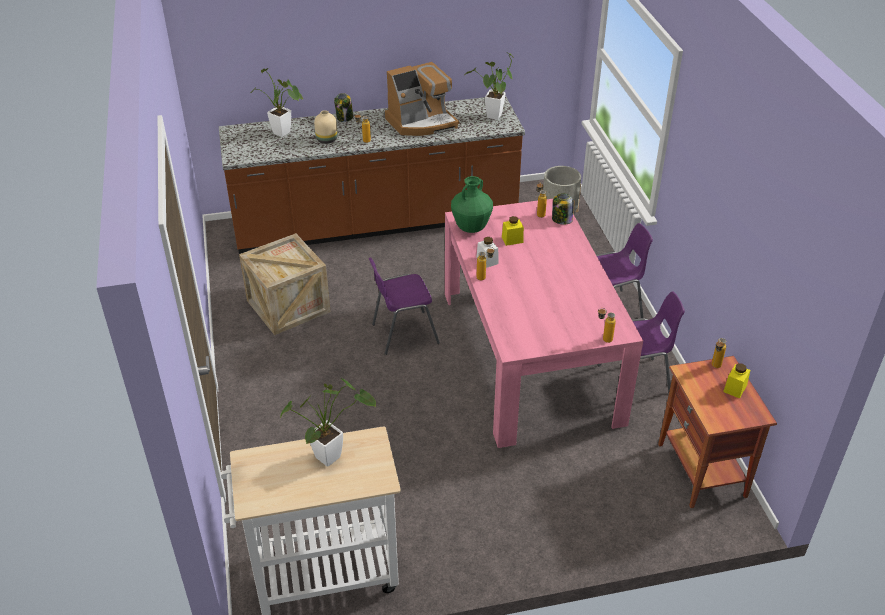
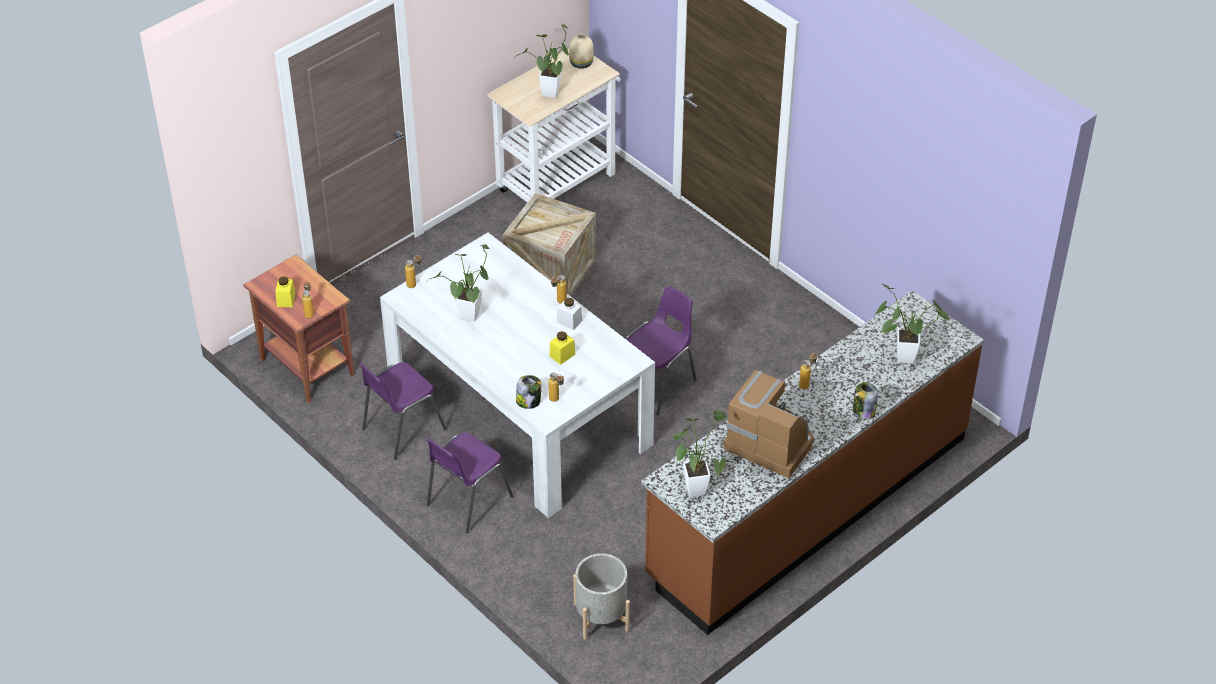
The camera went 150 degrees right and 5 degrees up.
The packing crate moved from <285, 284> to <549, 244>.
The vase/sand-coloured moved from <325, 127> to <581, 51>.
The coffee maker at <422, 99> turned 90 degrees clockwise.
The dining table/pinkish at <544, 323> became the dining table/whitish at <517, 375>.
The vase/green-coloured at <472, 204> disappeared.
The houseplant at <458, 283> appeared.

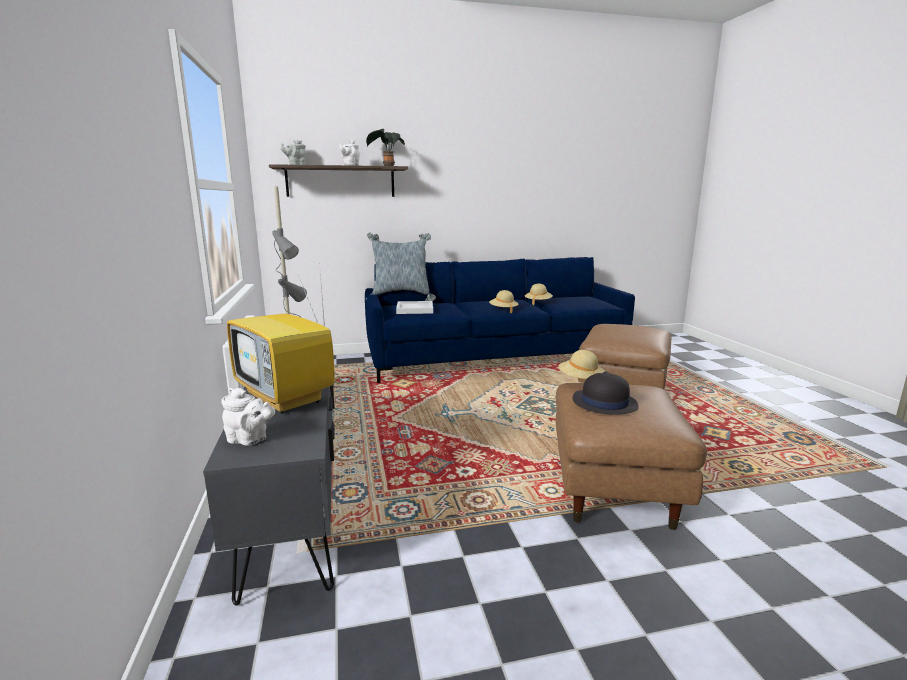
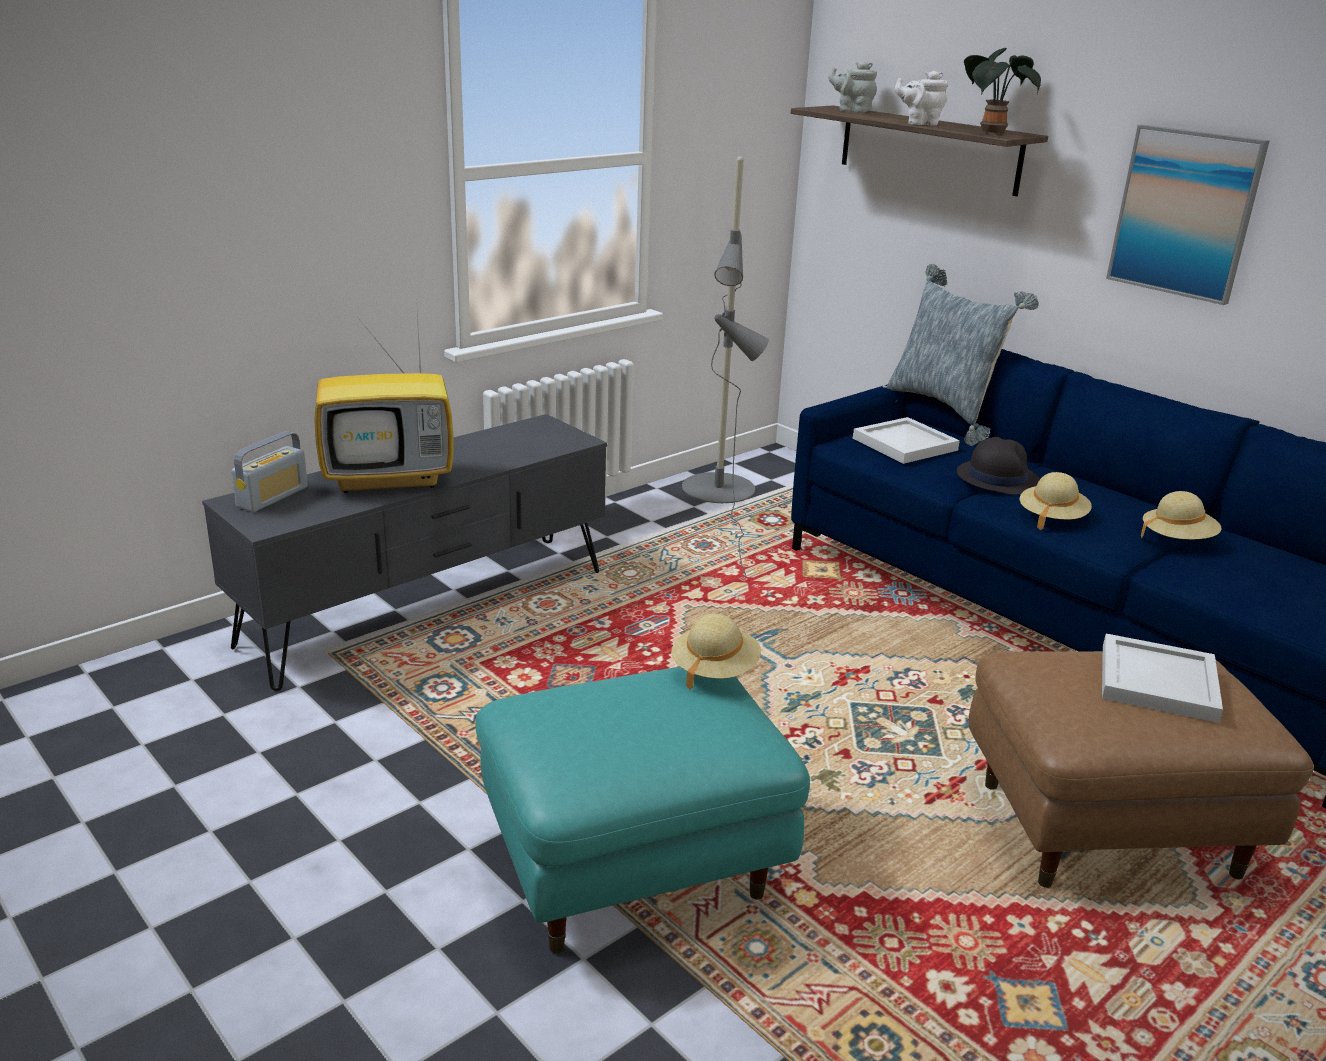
The camera went 60 degrees right and 10 degrees up.
The teapot/whitish at <248, 417> was replaced by the radio set at <269, 471>.
The TV set at <281, 344> turned 120 degrees counterclockwise.
The ottoman/brown at <631, 456> became the ottoman/turquoise-coloured at <643, 810>.
The clothing hat/blackish moved from <606, 393> to <998, 466>.
The tray/whitish at <1162, 678> appeared.
The wall picture at <1188, 214> appeared.

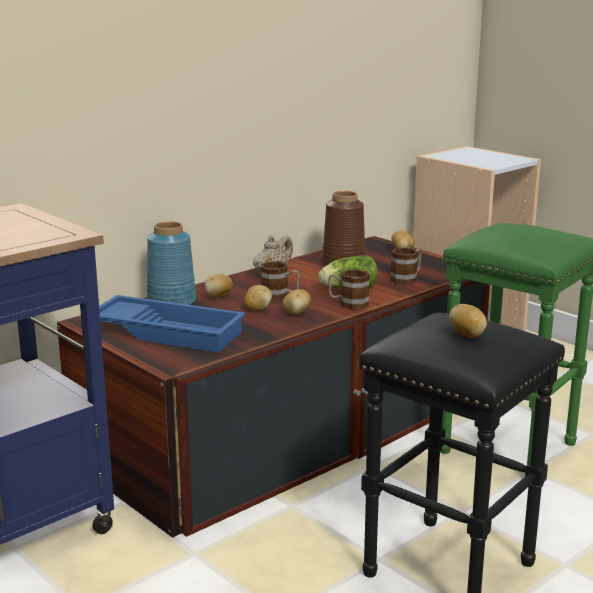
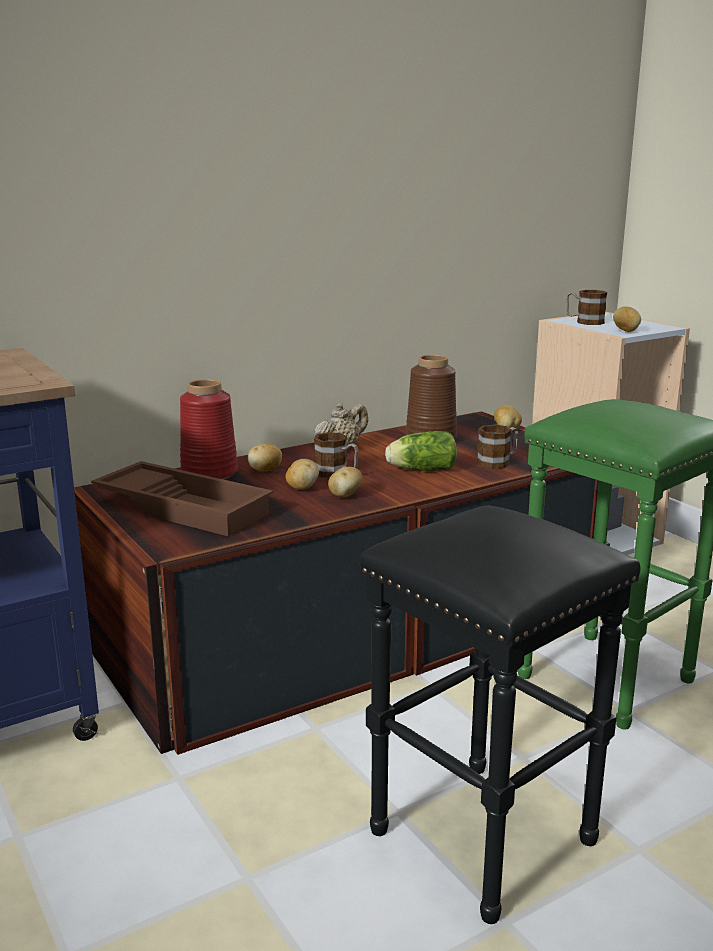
The camera went 10 degrees right and 0 degrees up.
The tray/bluish at <172, 323> became the tray/brown at <182, 498>.
The vase/bluish at <171, 263> became the vase/reddish at <209, 429>.
The tea mug moved from <349, 289> to <586, 307>.
The spud moved from <468, 321> to <627, 319>.

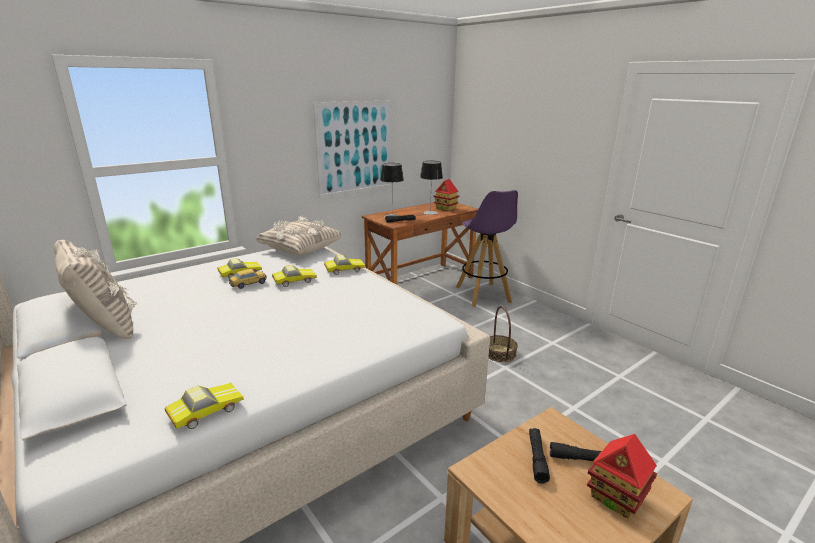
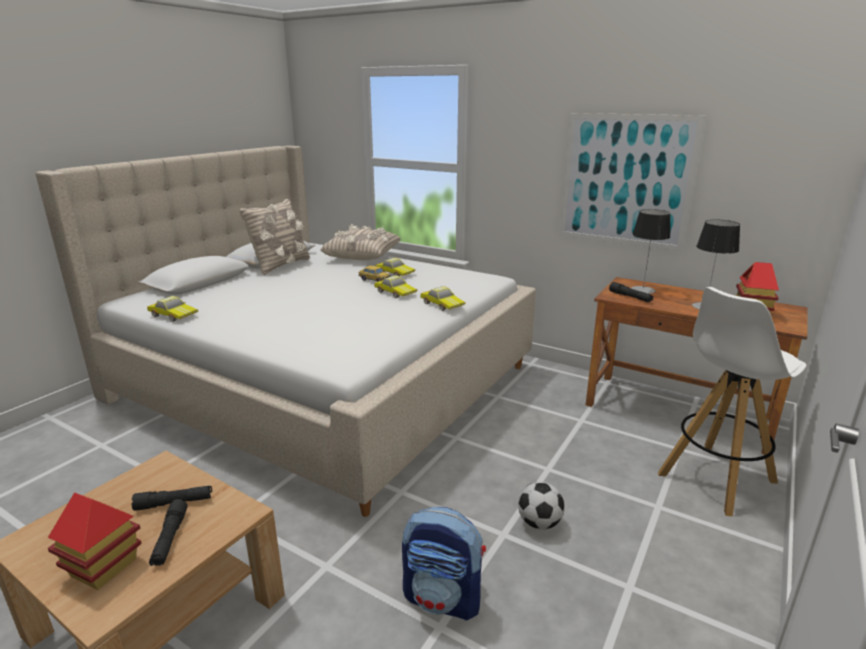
The camera went 70 degrees right and 0 degrees up.
The pillow/sand-coloured moved from <299, 236> to <360, 242>.
The stool/purplish at <487, 248> became the stool/whitish at <732, 402>.
The household basket at <503, 334> was replaced by the football at <541, 505>.
The knapsack at <444, 563> appeared.

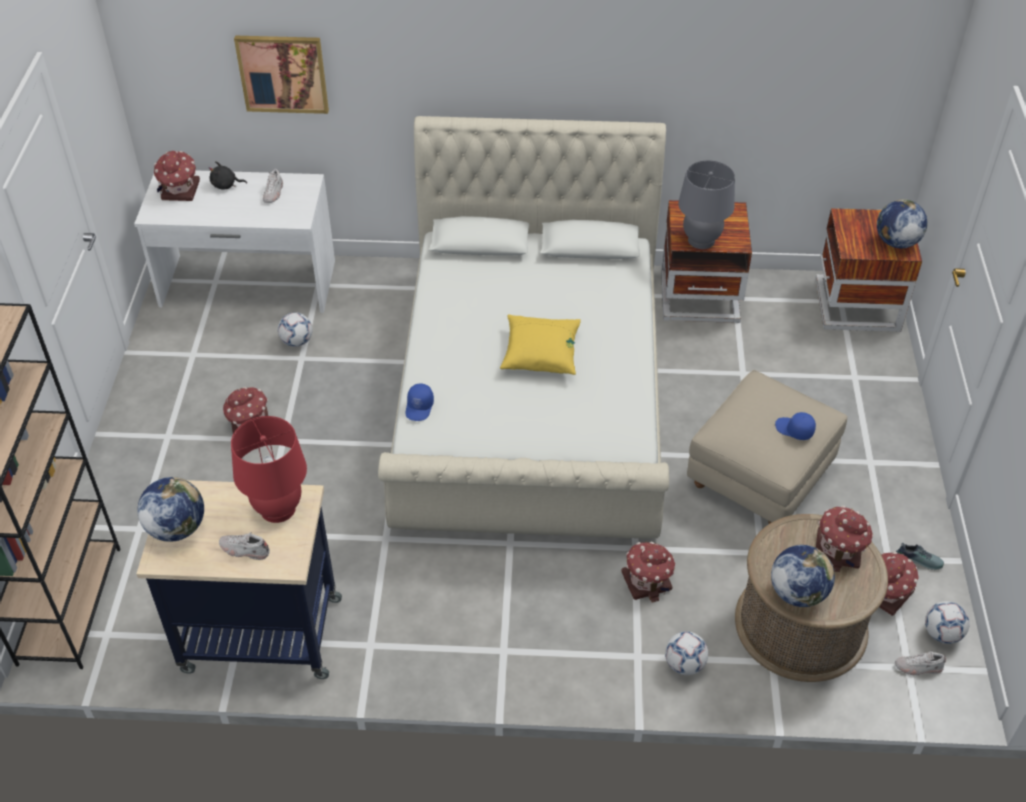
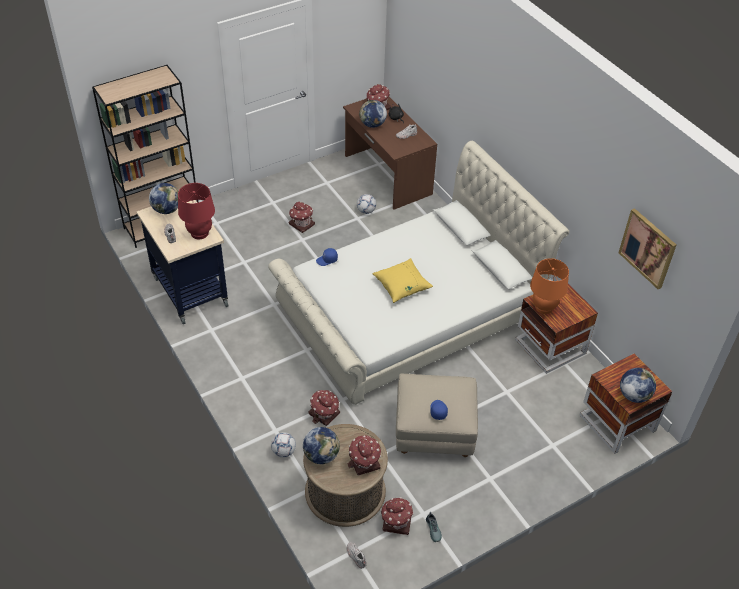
The camera went 55 degrees right and 0 degrees up.
The desk table/whitish at <234, 241> became the desk table/brown at <390, 153>.
The wall picture moved from <281, 75> to <647, 248>.
The tabletop lamp/grey at <706, 204> became the tabletop lamp/orangey at <549, 286>.
The football at <947, 622> disappeared.
The world globe at <373, 114> appeared.

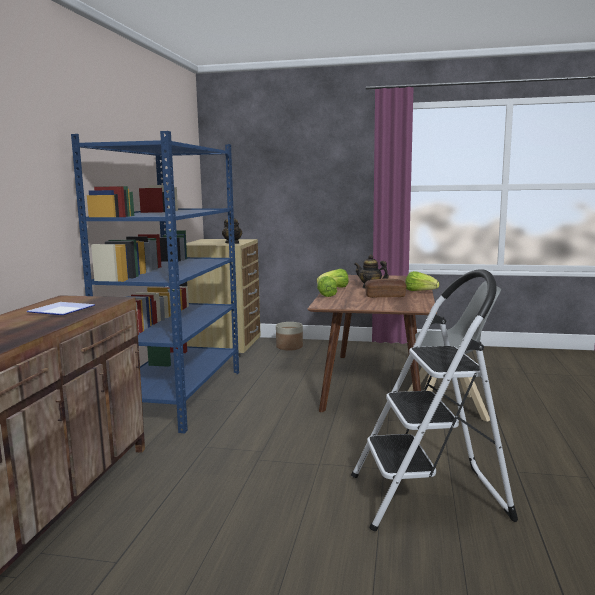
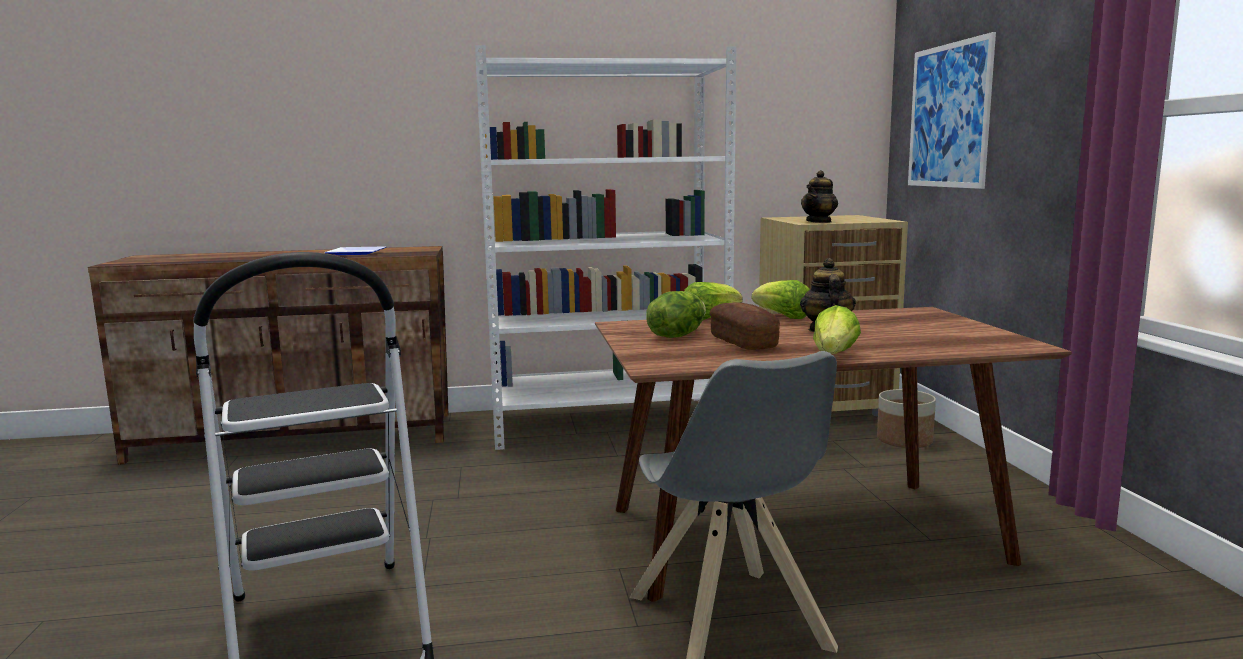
The camera went 70 degrees right and 0 degrees up.
The bookcase/bluish at <155, 282> became the bookcase/whitish at <605, 247>.
The lettuce at <676, 314> appeared.
The wall picture at <952, 110> appeared.

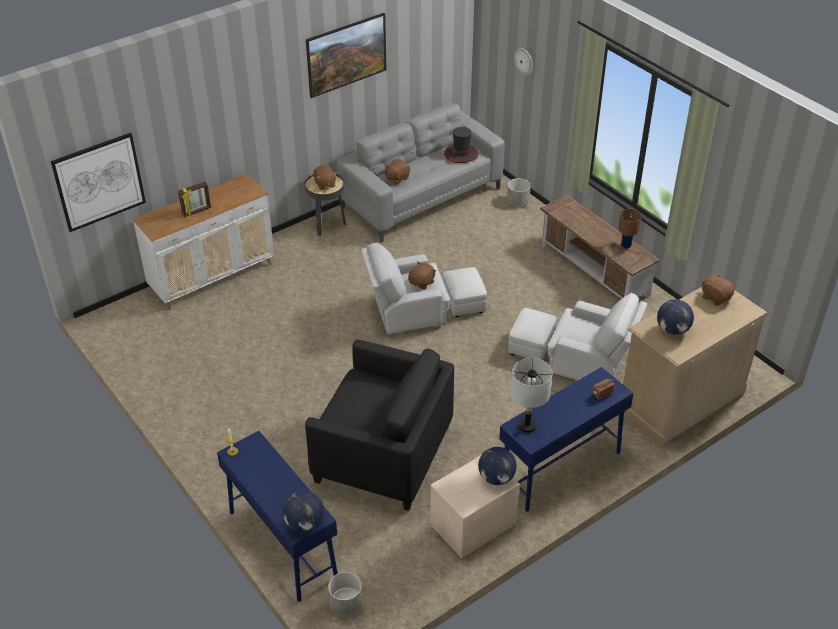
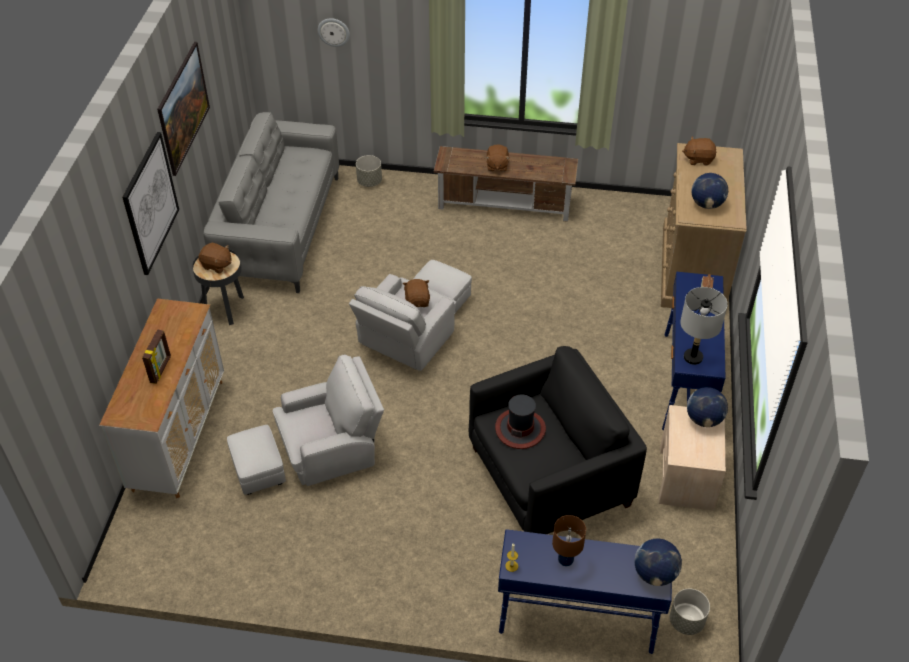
The camera went 45 degrees left and 5 degrees up.
The wall picture moved from <98, 182> to <150, 203>.
The plush toy/brown moved from <397, 172> to <498, 158>.
The clothing hat moved from <461, 145> to <520, 421>.
The lounge chair/whitish moved from <577, 336> to <305, 424>.
The tabletop lamp/brown moved from <630, 229> to <569, 540>.

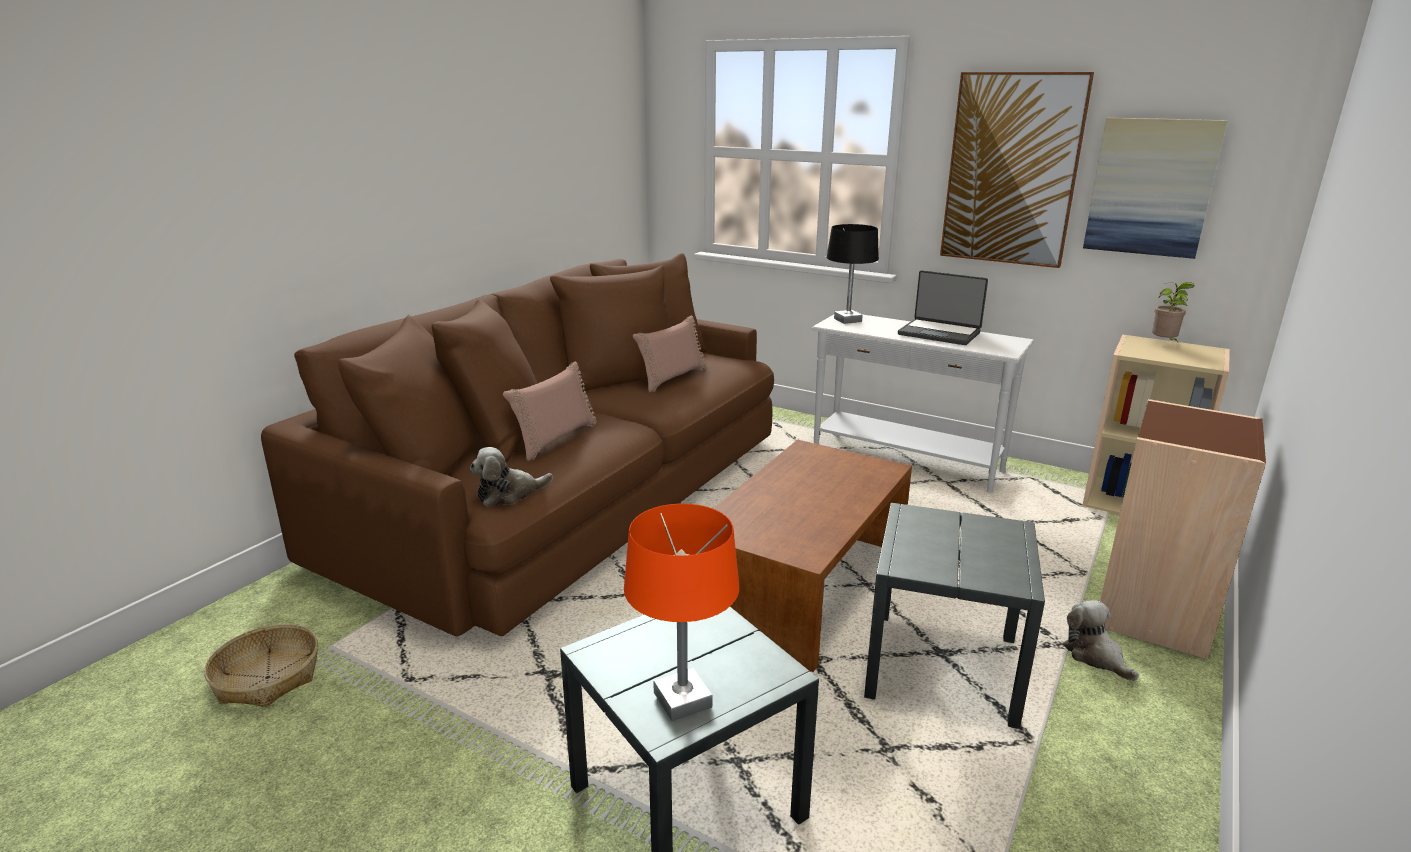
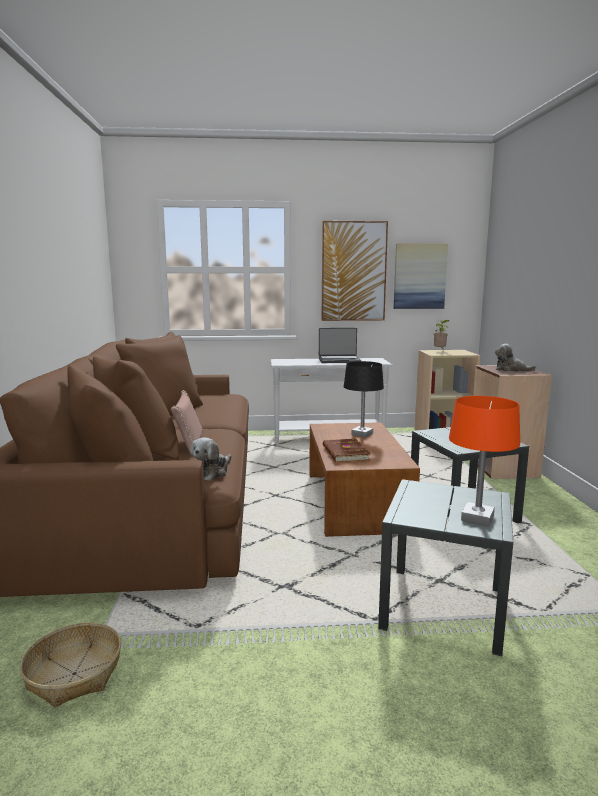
The camera went 35 degrees left and 10 degrees down.
The pillow/sand-coloured at <670, 354> disappeared.
The tabletop lamp/blackish moved from <853, 274> to <364, 399>.
The plush toy moved from <1101, 640> to <515, 358>.
The bound book/brown at <346, 450> appeared.

